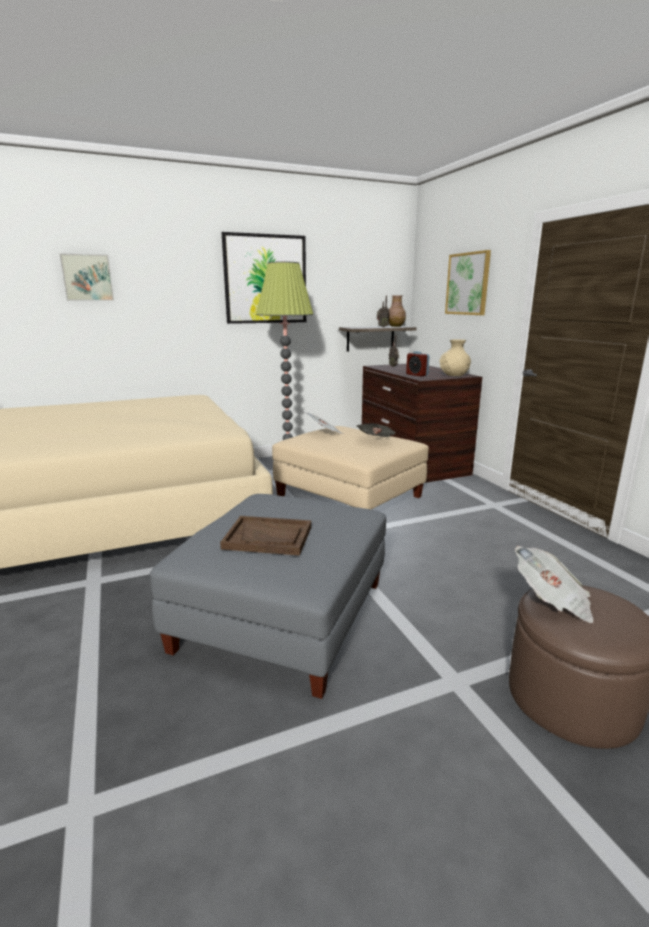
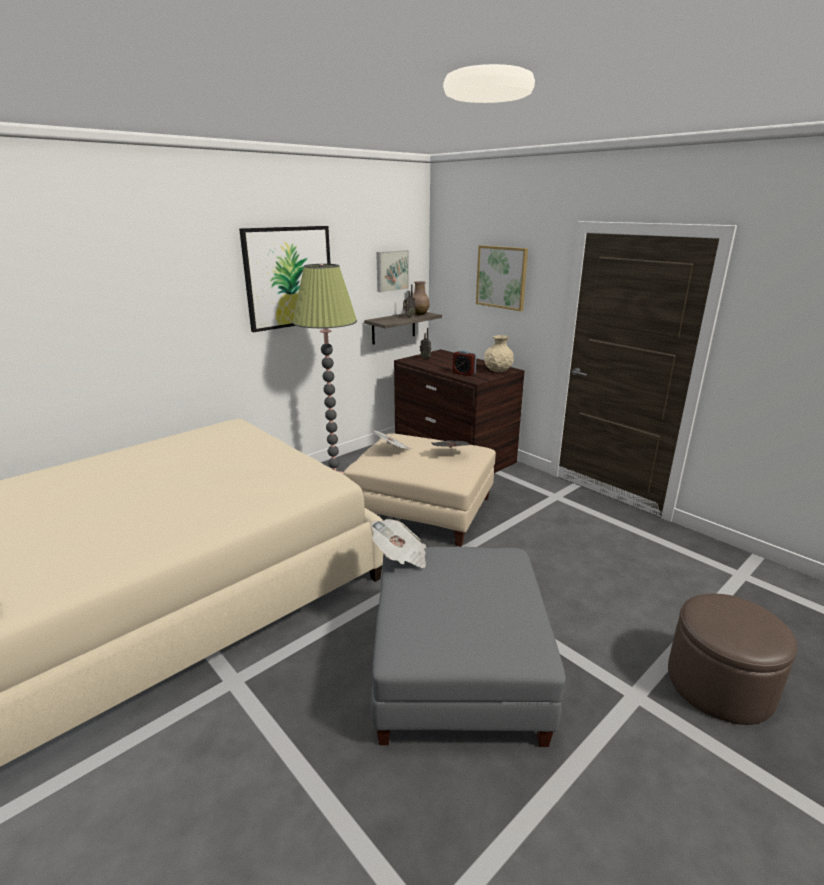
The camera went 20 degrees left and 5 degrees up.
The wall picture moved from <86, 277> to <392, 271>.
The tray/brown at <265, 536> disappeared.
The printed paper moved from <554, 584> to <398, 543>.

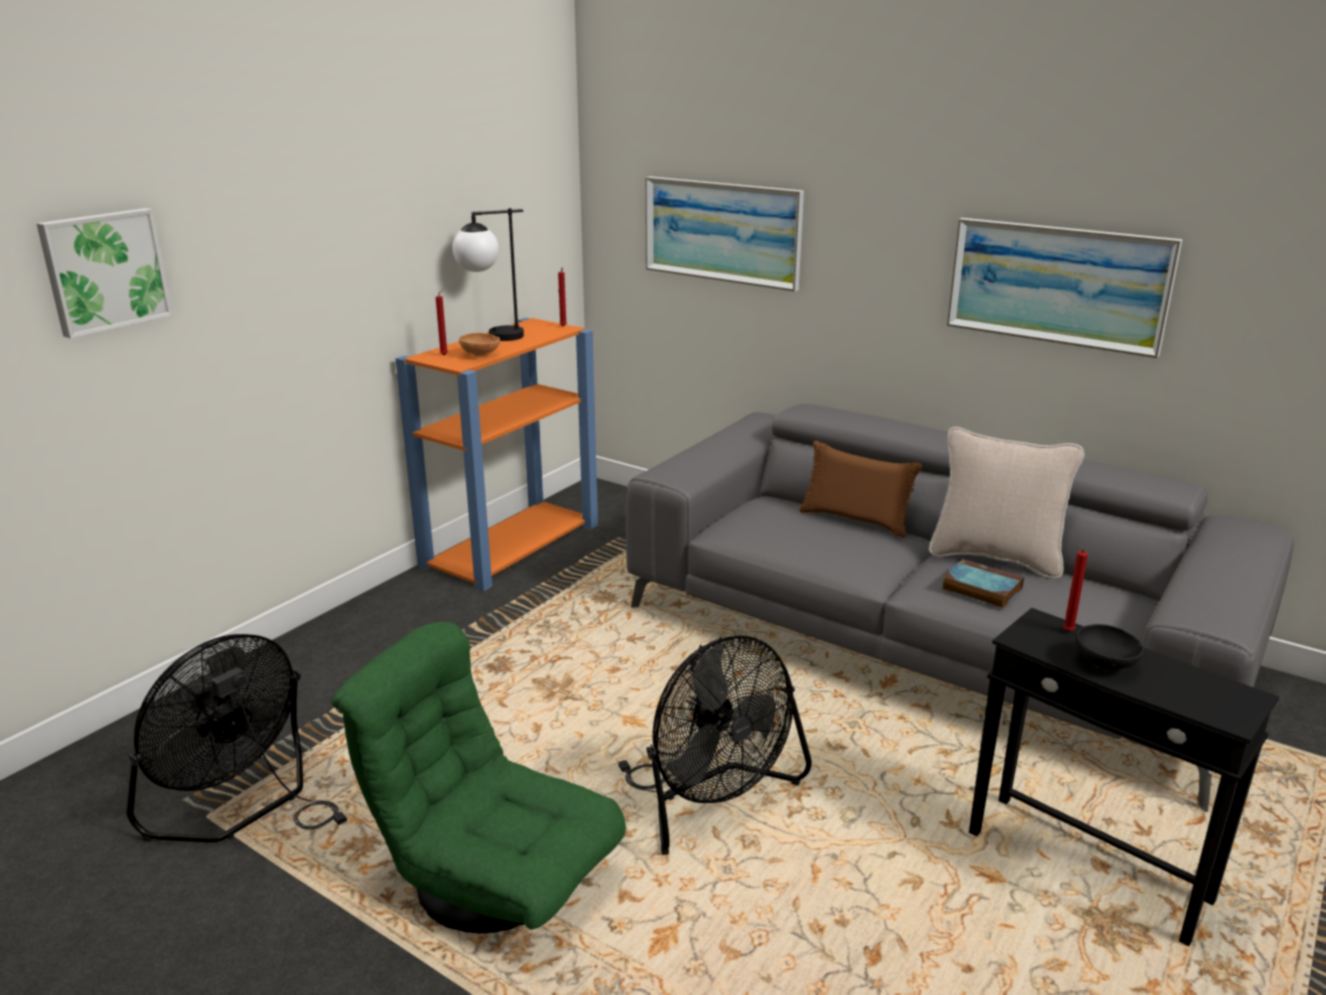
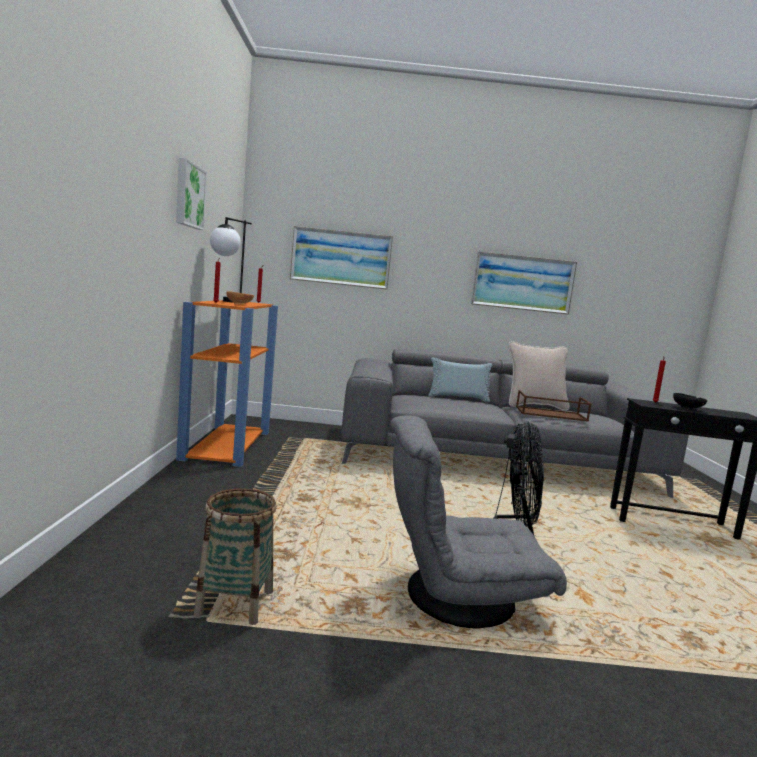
The camera went 35 degrees left and 15 degrees down.
The wall picture moved from <104, 273> to <191, 194>.
The cooling fan/blackish at <236, 738> was replaced by the household basket at <235, 556>.
The lounge chair/green-coloured at <478, 778> became the lounge chair/grey at <478, 522>.
The pillow/brown at <860, 489> became the pillow/bluish at <460, 379>.
The bound book at <983, 583> was replaced by the tray/brown at <554, 406>.

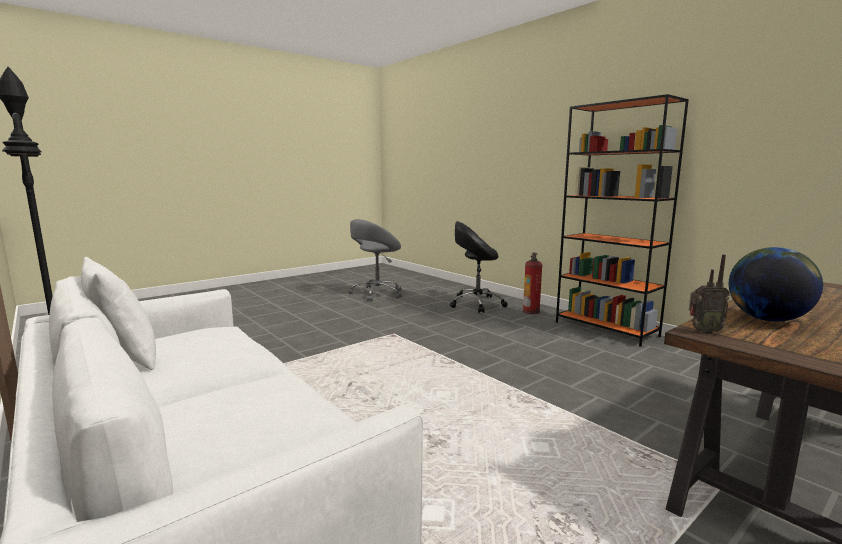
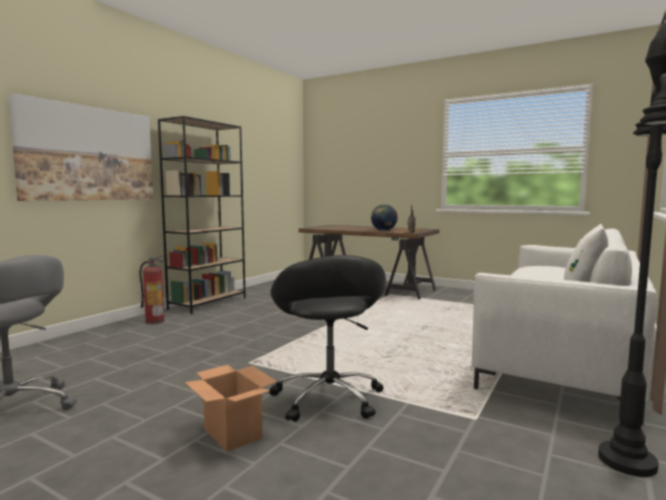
The camera went 110 degrees left and 5 degrees down.
The office chair/blackish moved from <478, 267> to <327, 338>.
The bookcase/orangey at <622, 220> became the bookcase/sand-coloured at <202, 215>.
The wall picture at <80, 147> appeared.
The cardboard box at <231, 408> appeared.

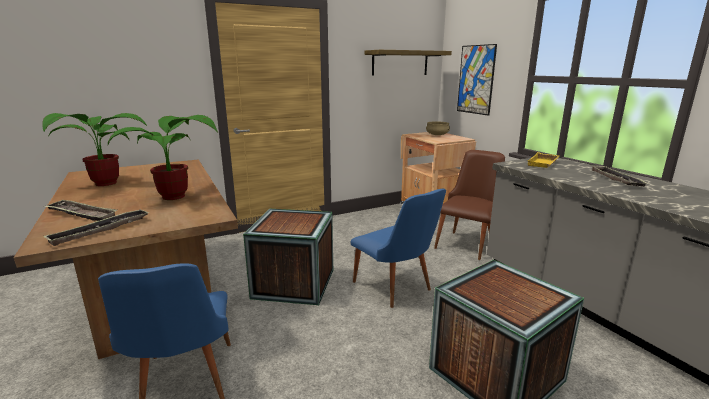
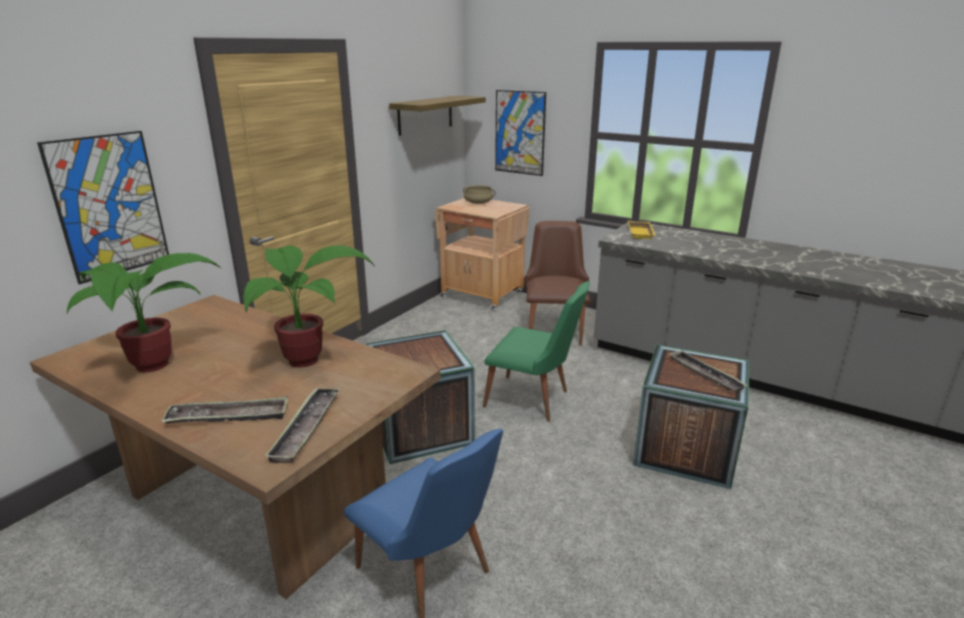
The camera went 30 degrees left and 5 degrees up.
The upright chair/bluish at <398, 248> became the upright chair/green-coloured at <536, 351>.
The tray moved from <619, 176> to <708, 370>.
The wall picture at <103, 208> appeared.

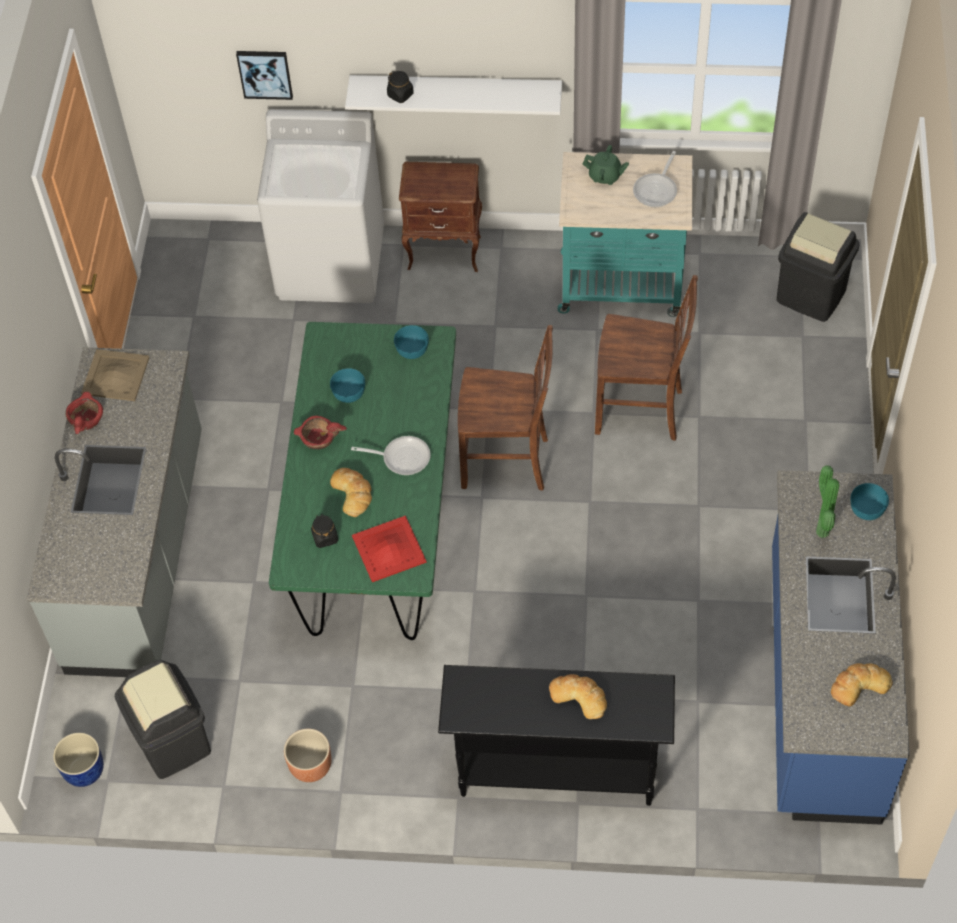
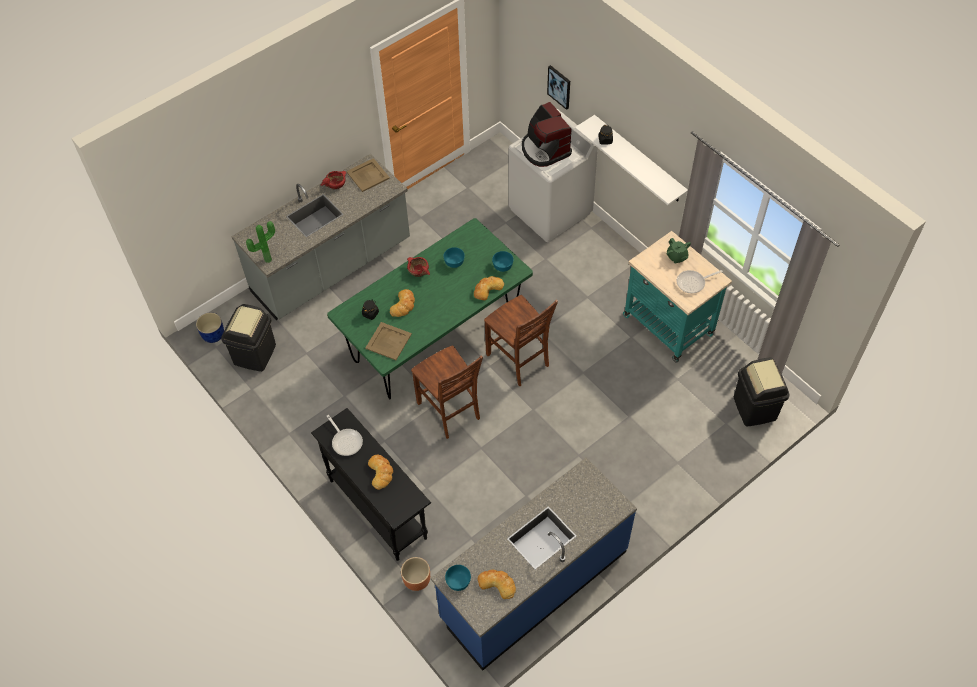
The camera went 45 degrees right and 0 degrees up.
The planter/brown moved from <307, 755> to <415, 574>.
The pan moved from <391, 455> to <345, 435>.
The tray/reddish at <389, 549> became the tray/sand-coloured at <388, 341>.
The night table/brown at <440, 217> disappeared.
The upright chair/brown moved from <646, 358> to <447, 392>.
The houseplant moved from <827, 501> to <260, 242>.
The serving bowl/turquoise-coloured moved from <870, 501> to <458, 578>.
The baked bread at <489, 288> appeared.
The coffee maker at <547, 134> appeared.

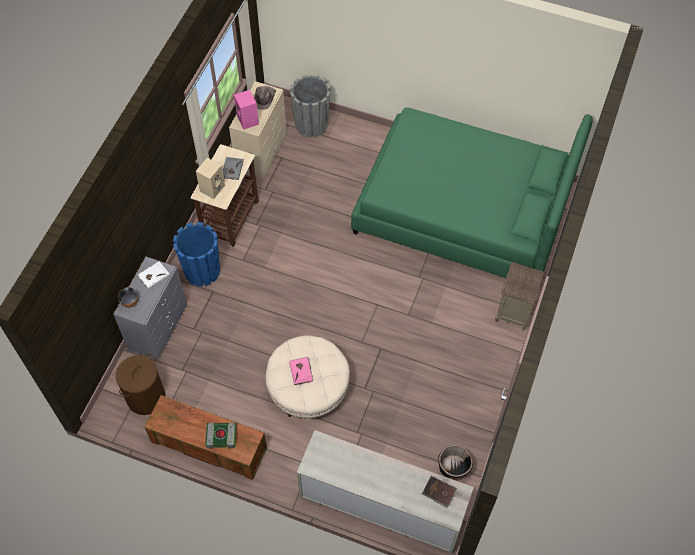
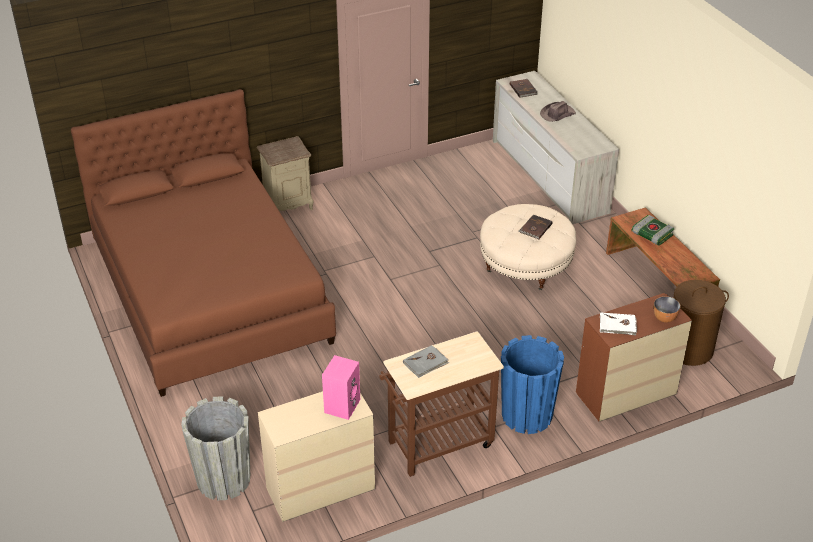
The camera went 135 degrees left and 20 degrees down.
The chest of drawers/grey at <150, 308> became the chest of drawers/brown at <634, 357>.
The speaker/sand-coloured at <210, 178> disappeared.
The clothing hat/brown moved from <265, 98> to <558, 111>.
The bound book/pinkish at <301, 371> became the bound book/brown at <535, 227>.
The bedroom bed/green-coloured at <472, 193> became the bedroom bed/brown at <203, 243>.
The planter/blackish at <455, 463> disappeared.

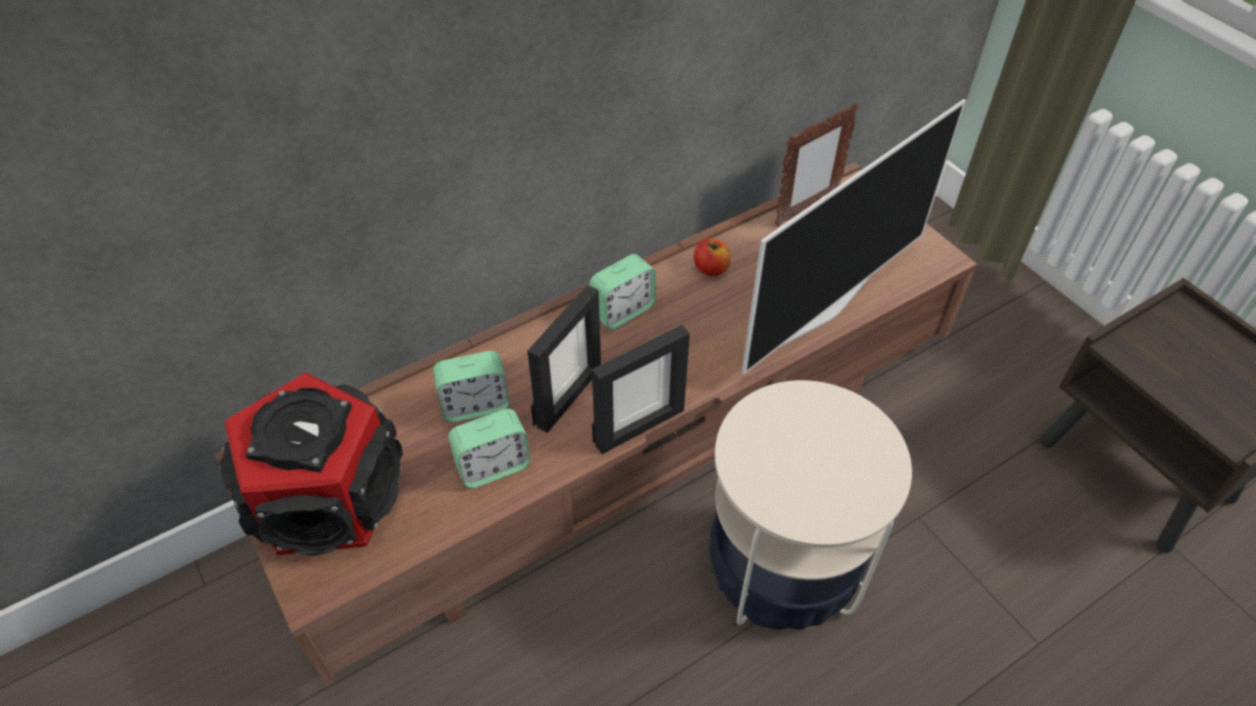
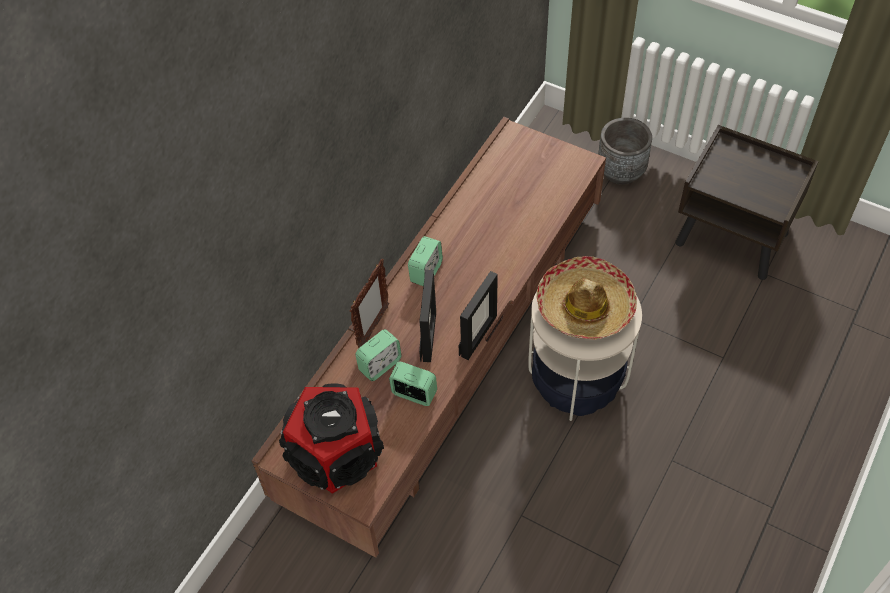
The camera went 25 degrees left and 5 degrees up.
The bedside clock at <489, 449> turned 105 degrees counterclockwise.
The apple at <712, 257> disappeared.
The TV set at <854, 237> disappeared.
The standing frame moved from <817, 165> to <369, 304>.
The clothing hat at <586, 298> appeared.
The planter/grey at <625, 151> appeared.

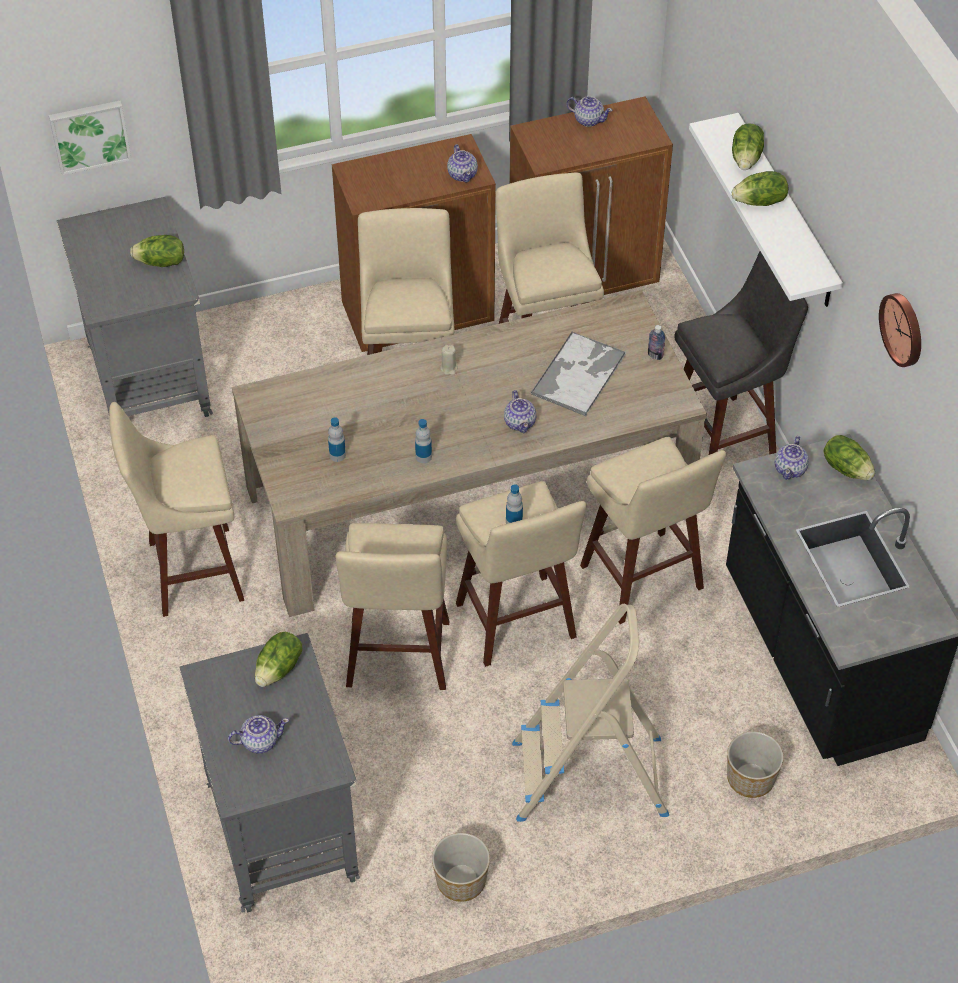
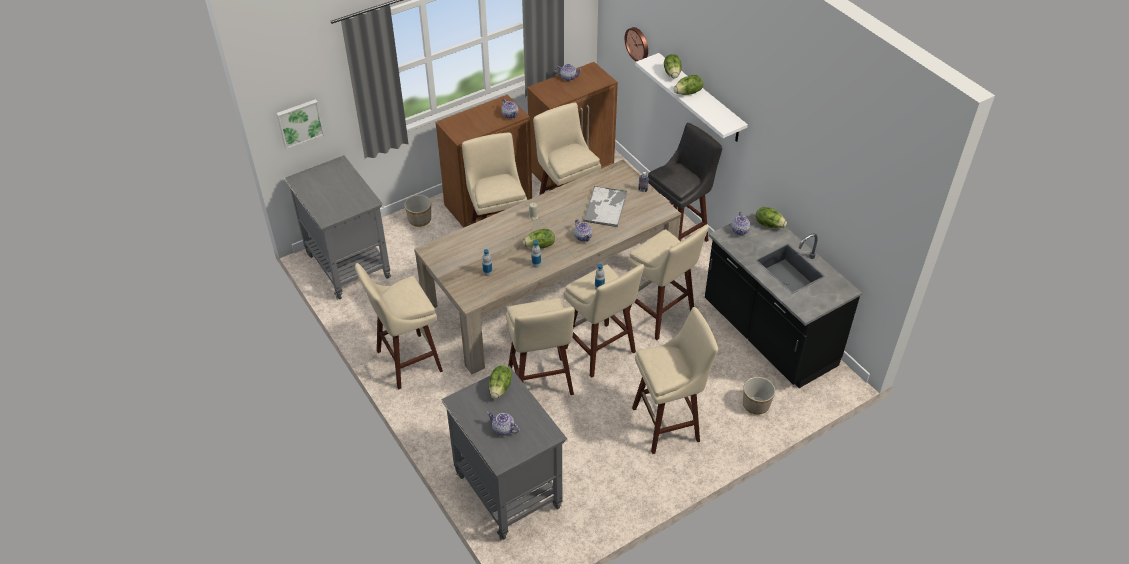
The camera went 15 degrees left and 5 degrees down.
The lettuce moved from <157, 251> to <539, 238>.
The teapot at <258, 734> turned 120 degrees counterclockwise.
The planter moved from <461, 867> to <417, 211>.
The step stool/sand-coloured at <590, 713> was replaced by the stool/sand-coloured at <675, 380>.
The hanging clock moved from <900, 330> to <636, 44>.

